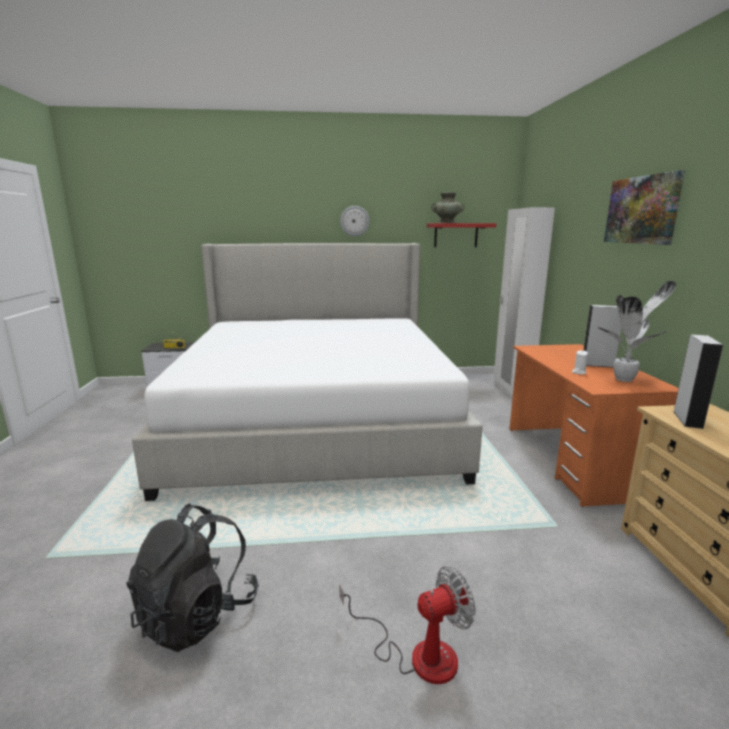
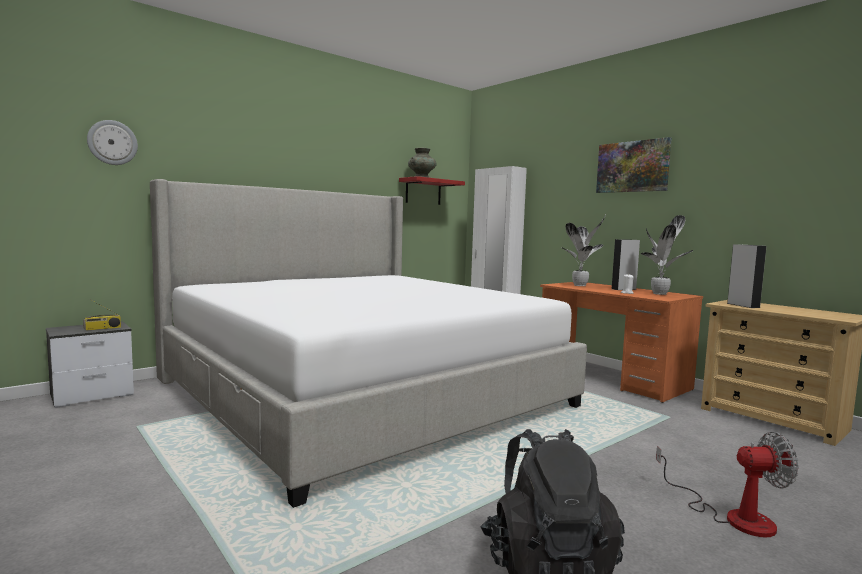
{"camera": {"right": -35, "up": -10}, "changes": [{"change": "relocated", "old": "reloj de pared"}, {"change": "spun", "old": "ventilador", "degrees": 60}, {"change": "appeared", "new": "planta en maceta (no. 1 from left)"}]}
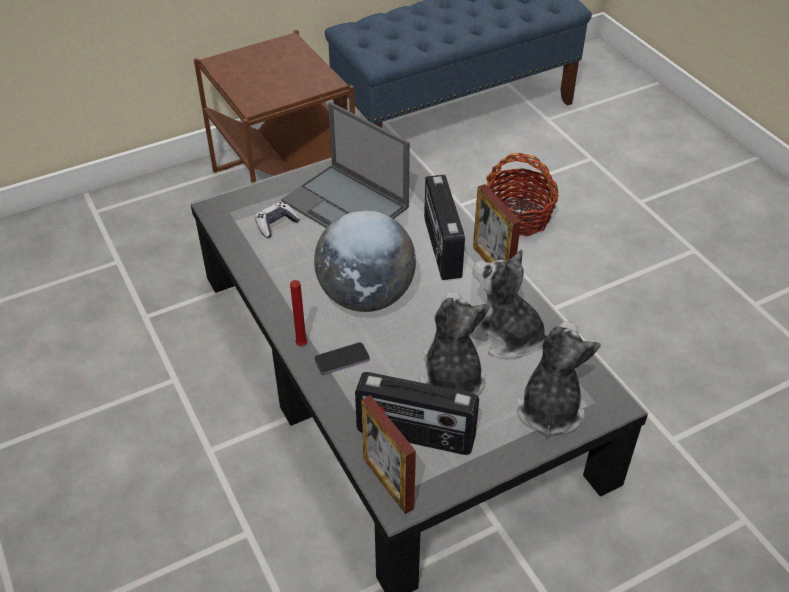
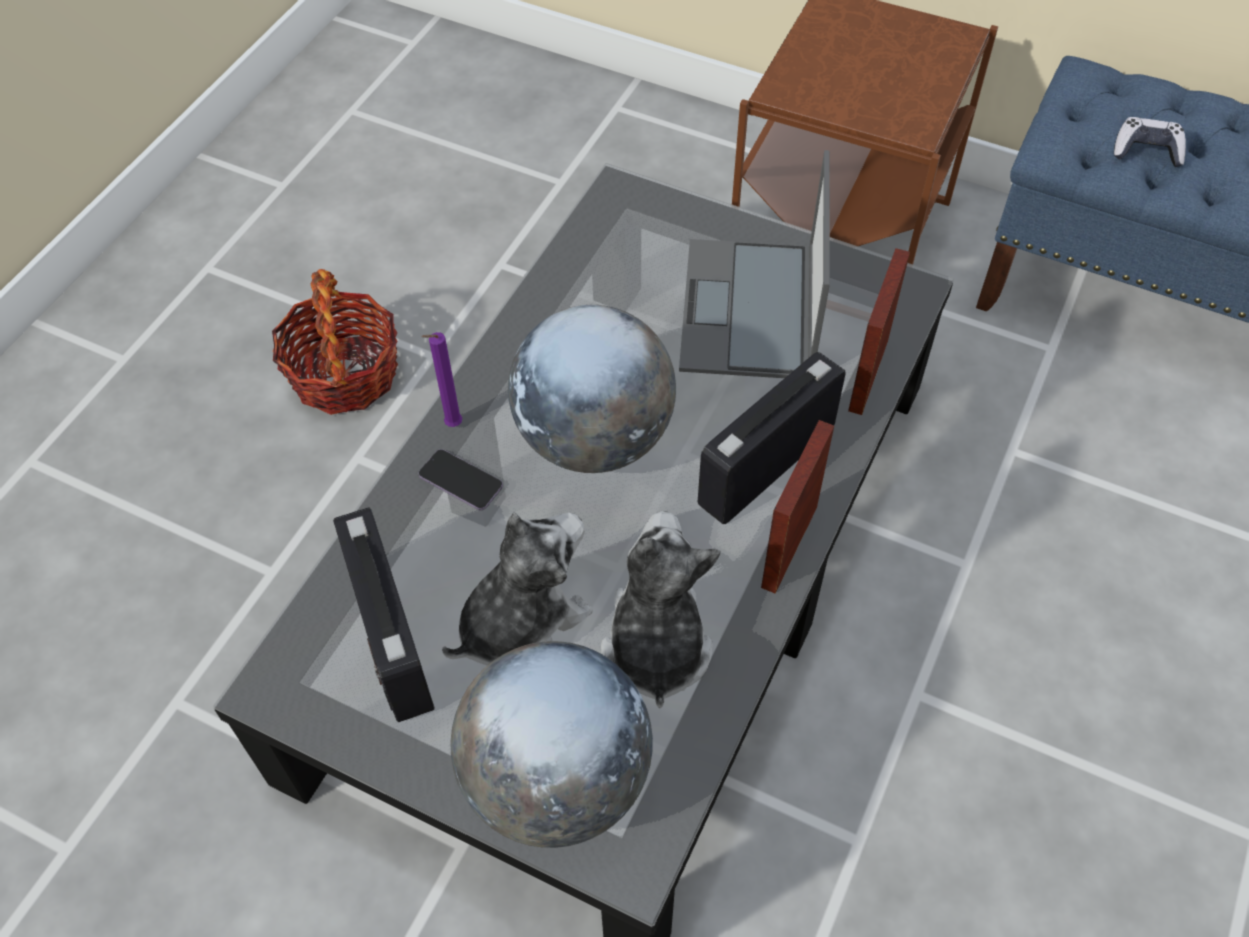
{"camera": {"right": 55, "up": 10}, "changes": [{"change": "relocated", "old": "cesta"}, {"change": "relocated", "old": "mando de consola"}, {"change": "colour", "old": "vela [rojo]", "new": "vela [morado]"}, {"change": "exchanged", "old": "peluche (no. 3 from left)", "new": "globo terráqueo (no. 1 from left)"}, {"change": "relocated", "old": "portarretratos (no. 1 from left in the first image)", "new": "portarretratos (no. 2 from left)"}]}
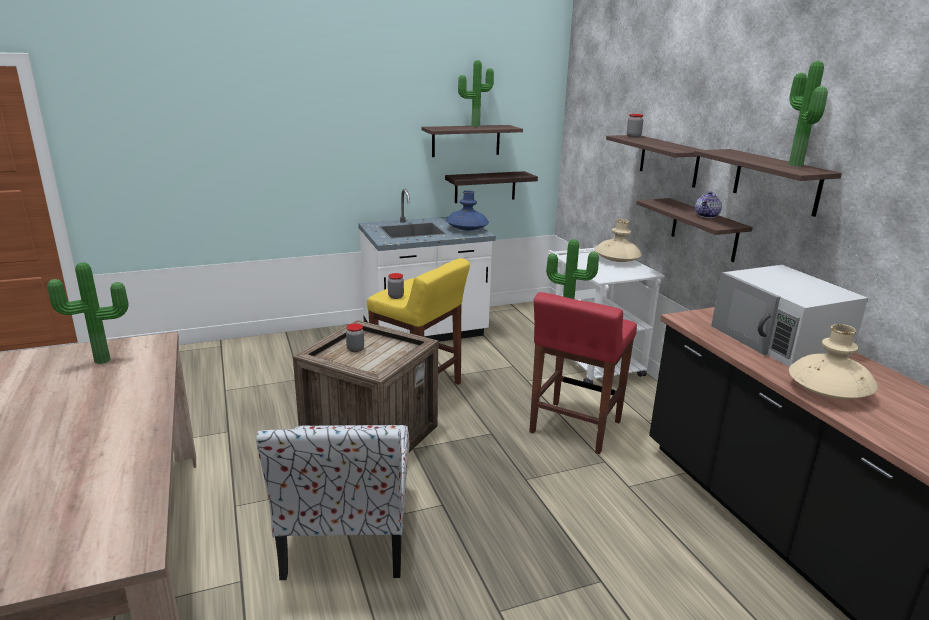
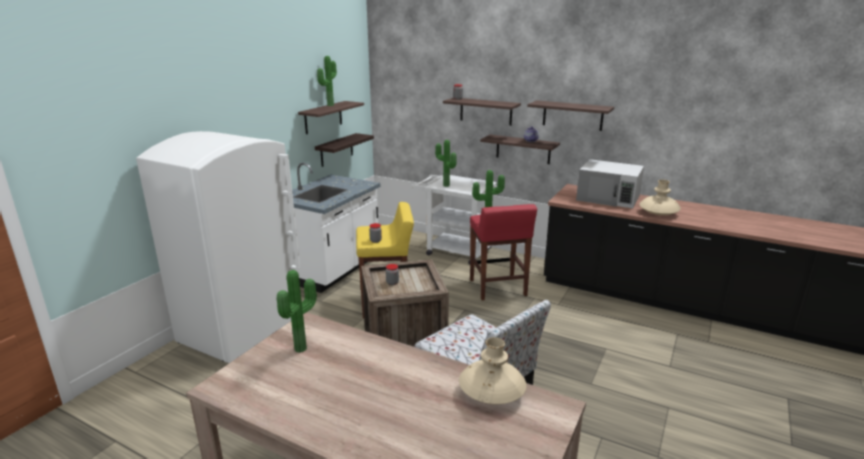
{"camera": {"right": -40, "up": 0}, "changes": [{"change": "relocated", "old": "planta en maceta (no. 4 from left in the first image)", "new": "planta en maceta (no. 3 from left)"}, {"change": "missing", "old": "florero [azul]"}, {"change": "relocated", "old": "florero [beis] (no. 1 from left)"}, {"change": "appeared", "new": "nevera [blanco]"}]}
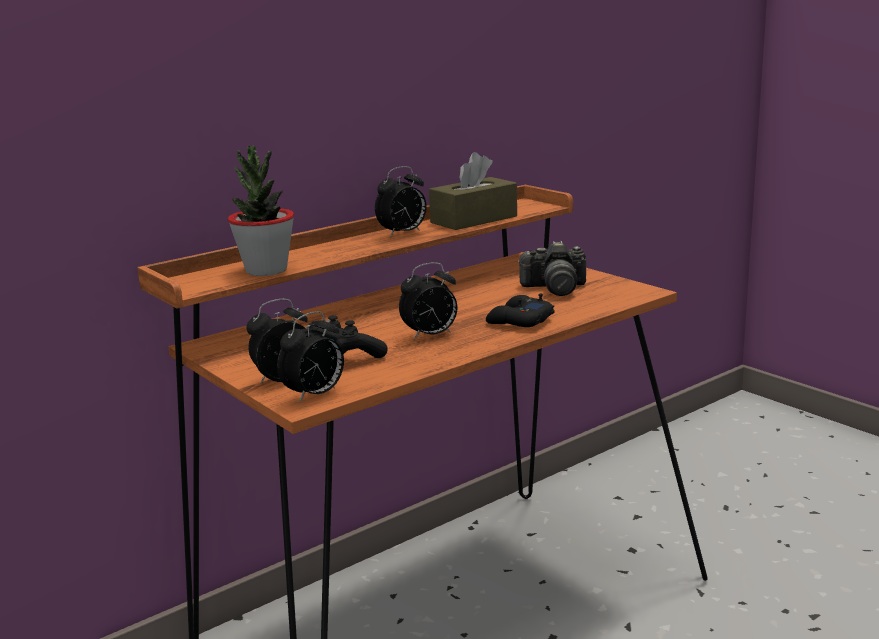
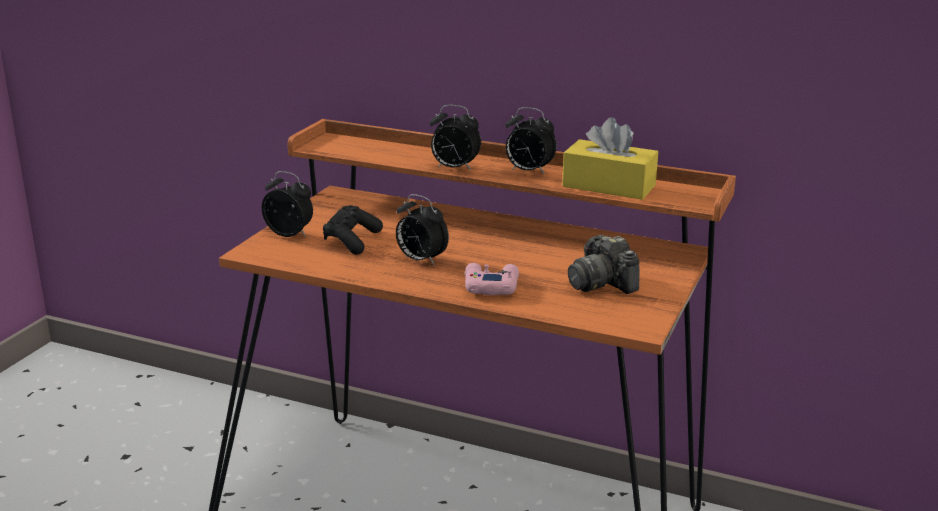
{"camera": {"right": 60, "up": 5}, "changes": [{"change": "missing", "old": "planta en maceta"}, {"change": "colour", "old": "caja de pañuelos [marrón]", "new": "caja de pañuelos [amarillo]"}, {"change": "colour", "old": "mando de consola [negro] (no. 2 from left)", "new": "mando de consola [rosa]"}, {"change": "relocated", "old": "despertador (no. 2 from left in the first image)", "new": "despertador (no. 3 from left)"}]}
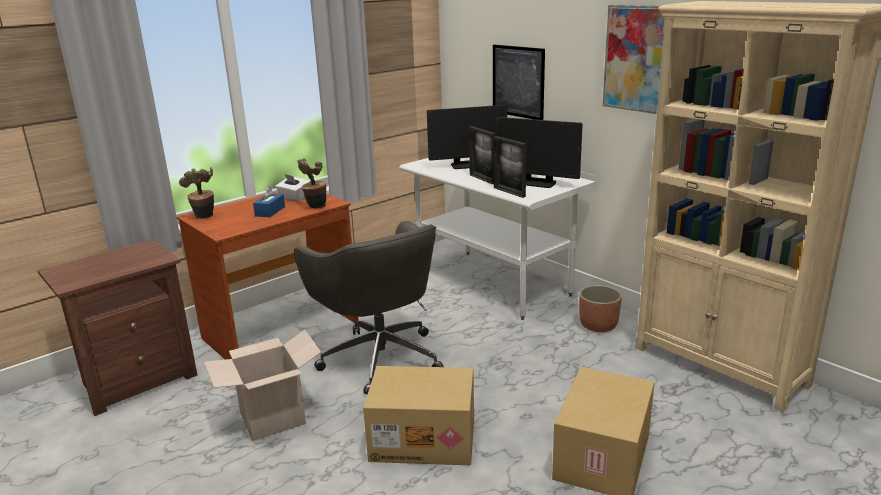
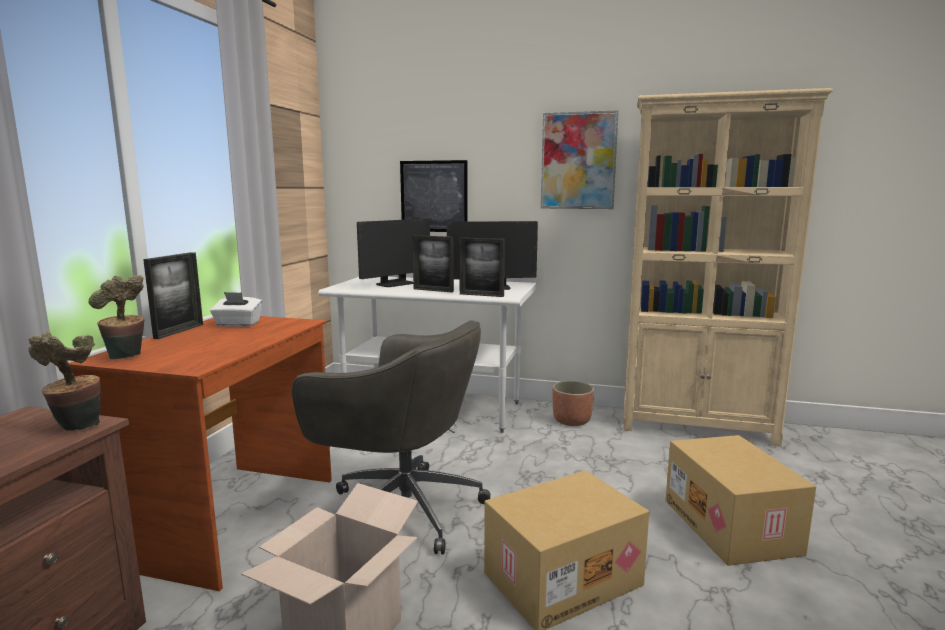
{"camera": {"right": -35, "up": -10}, "changes": [{"change": "relocated", "old": "planta en maceta (no. 2 from left in the first image)", "new": "planta en maceta (no. 1 from left)"}, {"change": "missing", "old": "caja de pañuelos [azul]"}, {"change": "appeared", "new": "portarretratos (no. 1 from left)"}]}
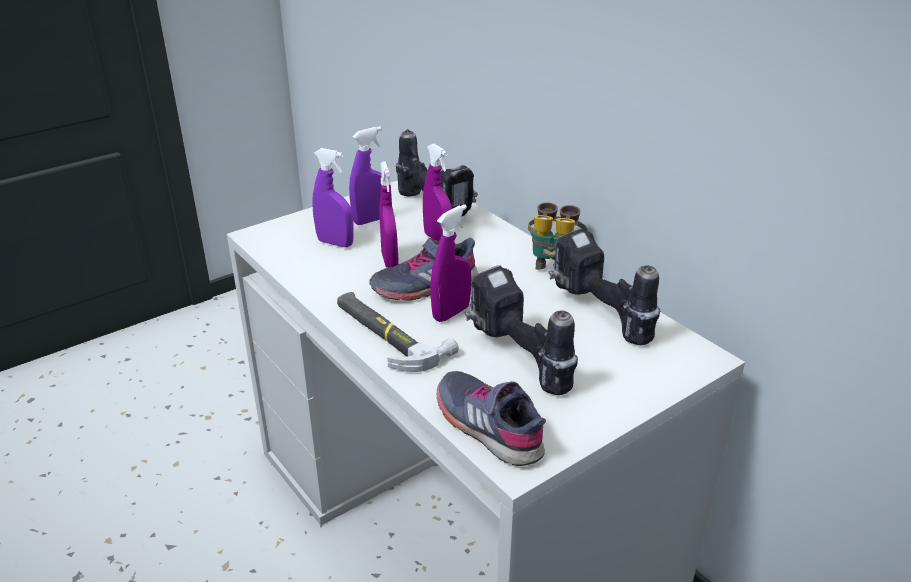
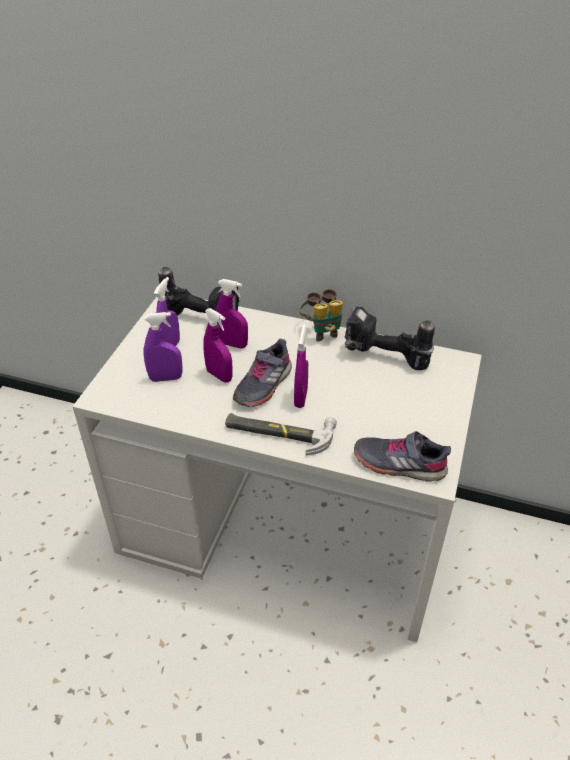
{"camera": {"right": -35, "up": 10}, "changes": [{"change": "missing", "old": "taladro (no. 2 from left)"}]}
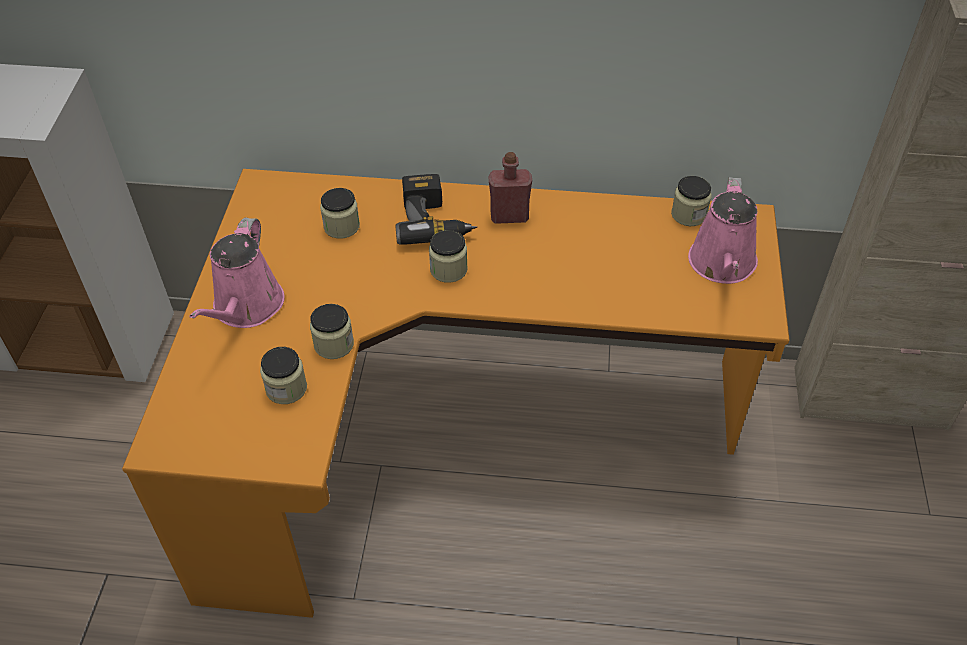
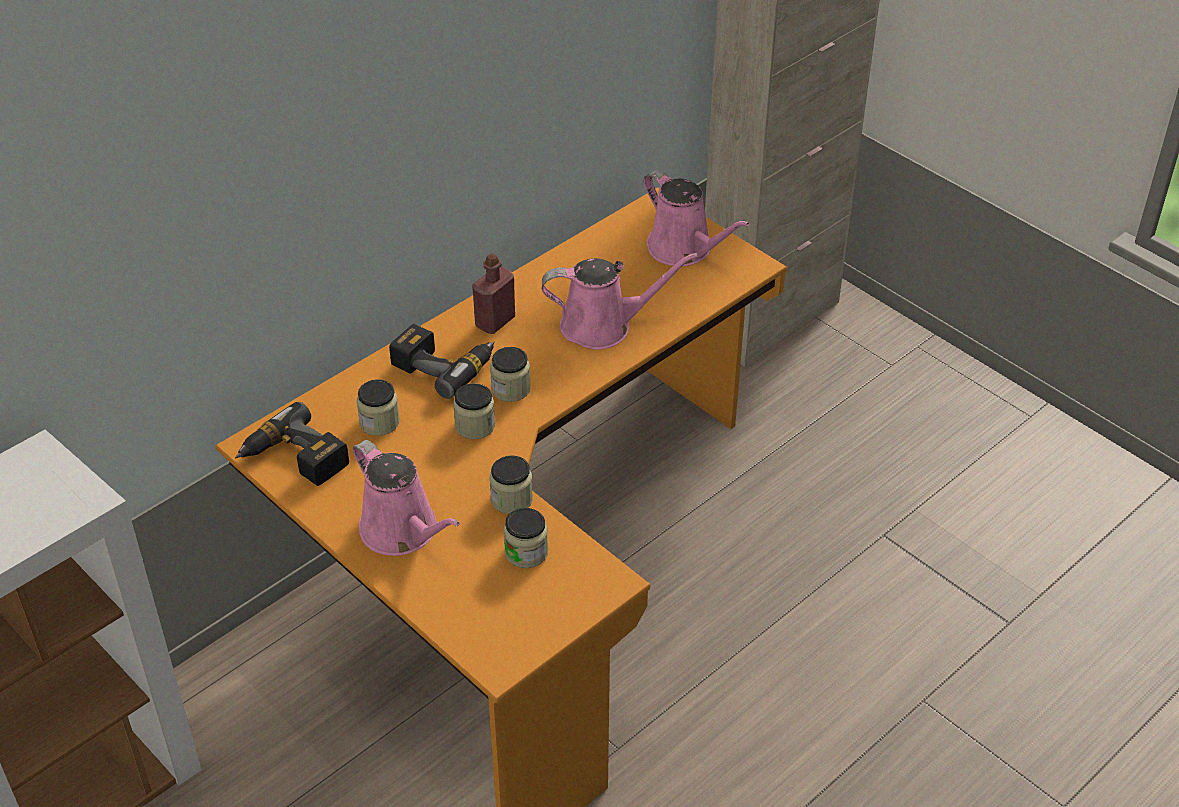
{"camera": {"right": -50, "up": -5}, "changes": [{"change": "relocated", "old": "tarro (no. 5 from left in the first image)", "new": "tarro (no. 2 from left)"}, {"change": "appeared", "new": "regadera [rosa] (no. 2 from left)"}, {"change": "appeared", "new": "taladro (no. 1 from left)"}]}
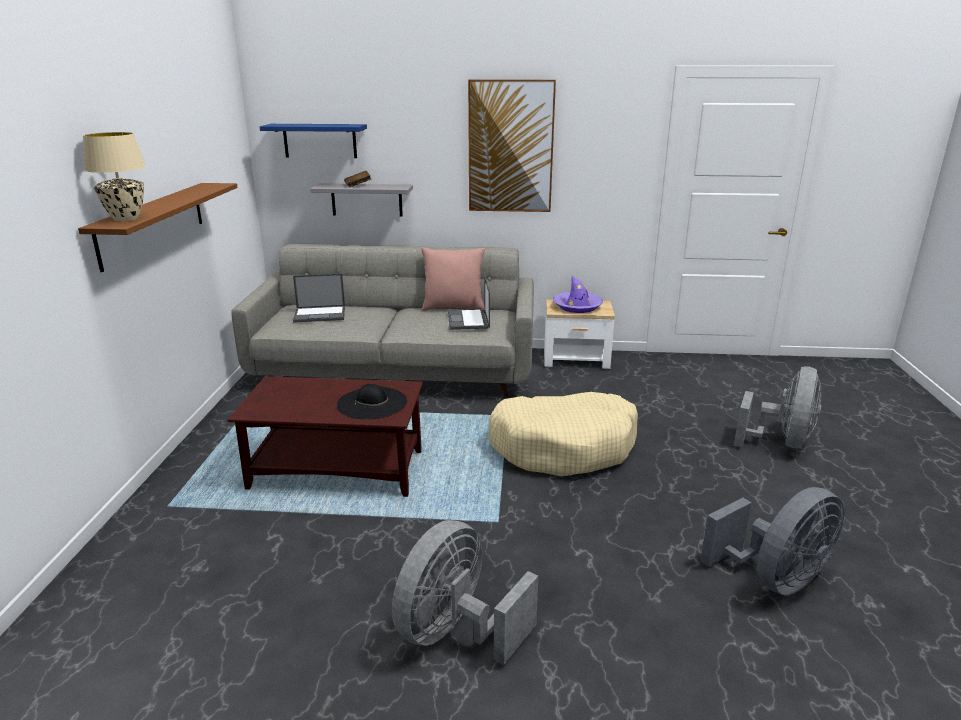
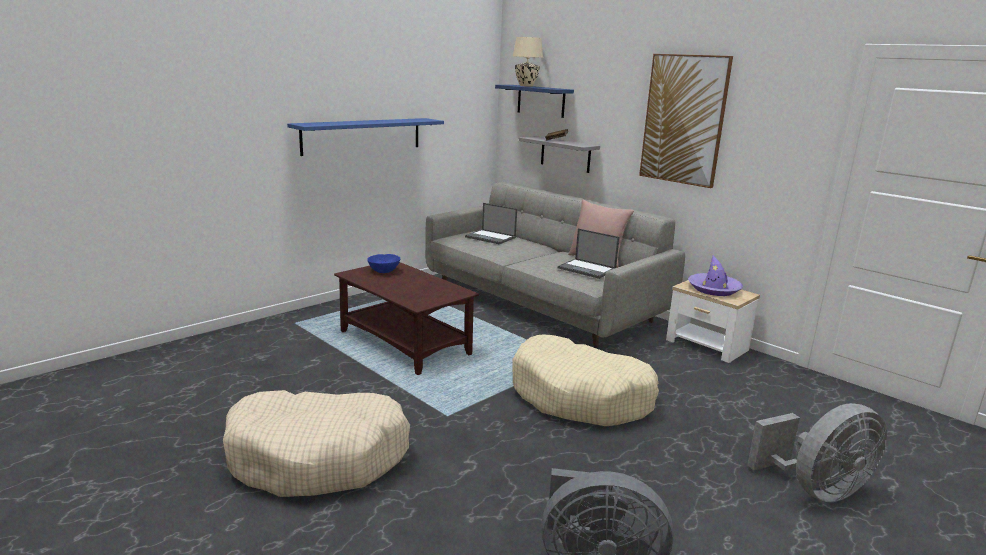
{"camera": {"right": 40, "up": -5}, "changes": [{"change": "relocated", "old": "lámpara de mesa [beis]"}, {"change": "colour", "old": "estante [marrón]", "new": "estante [azul] (no. 1 from left)"}, {"change": "spun", "old": "portátil (no. 2 from left)", "degrees": -90}, {"change": "missing", "old": "sombrero [negro]"}, {"change": "exchanged", "old": "ventilador [gris] (no. 1 from left)", "new": "cama para perro [beis] (no. 1 from left)"}, {"change": "appeared", "new": "cuenco [azul]"}]}
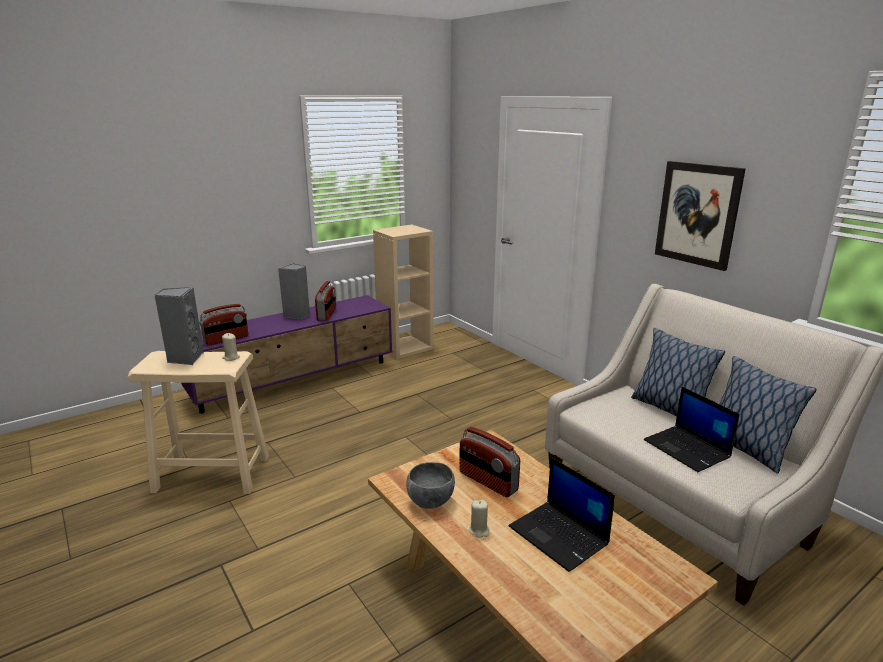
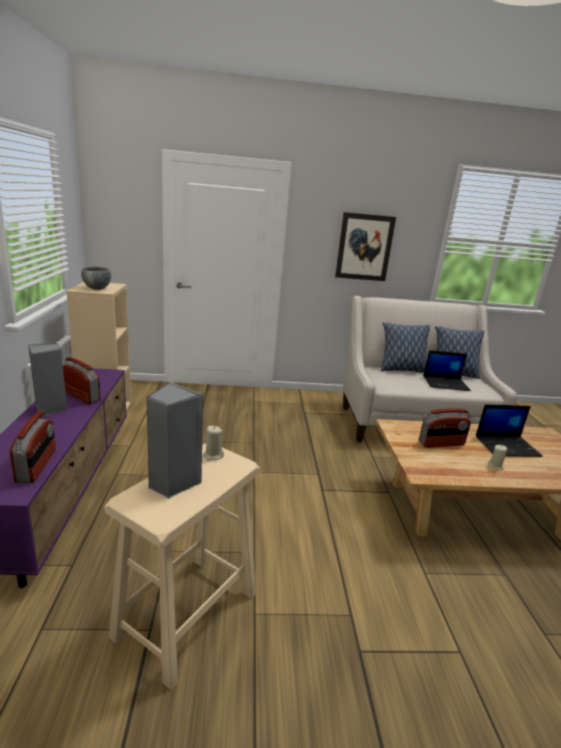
{"camera": {"right": -60, "up": 0}, "changes": [{"change": "relocated", "old": "cuenco [gris]"}]}
